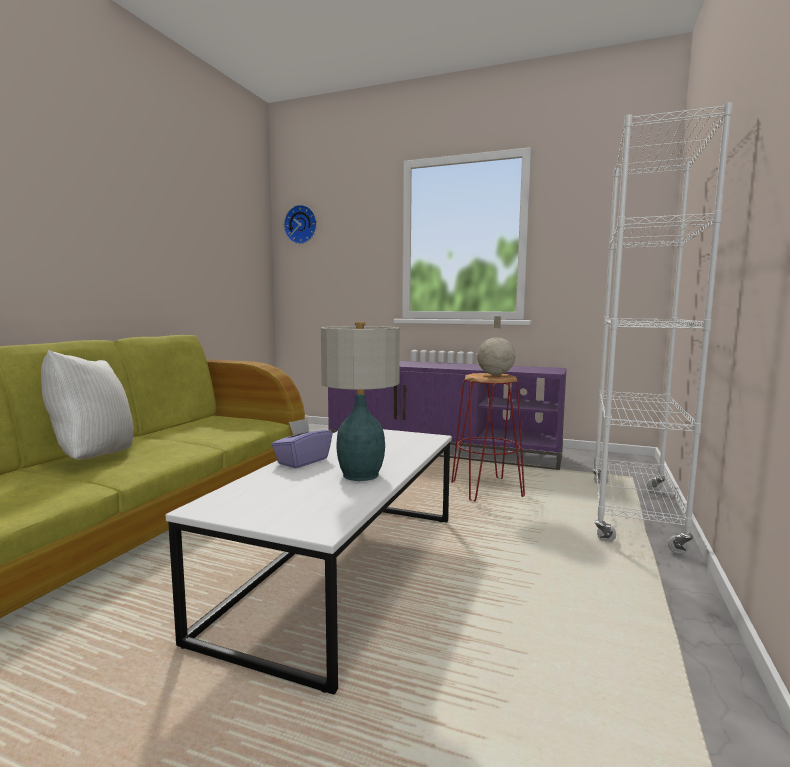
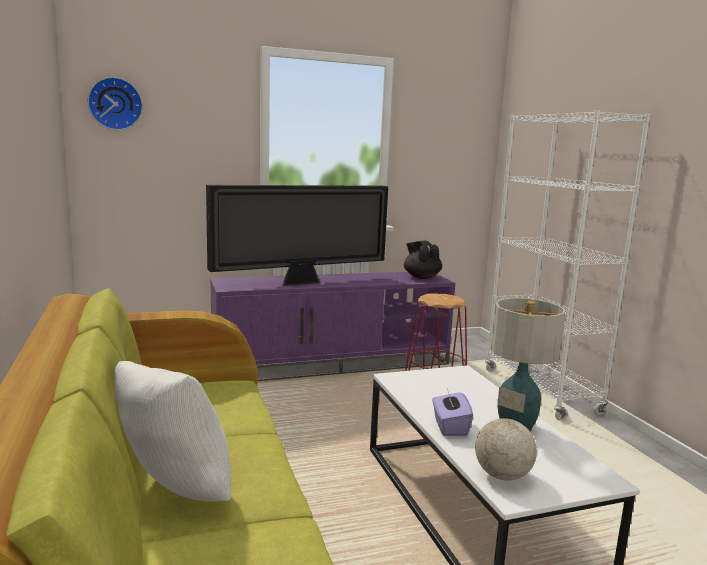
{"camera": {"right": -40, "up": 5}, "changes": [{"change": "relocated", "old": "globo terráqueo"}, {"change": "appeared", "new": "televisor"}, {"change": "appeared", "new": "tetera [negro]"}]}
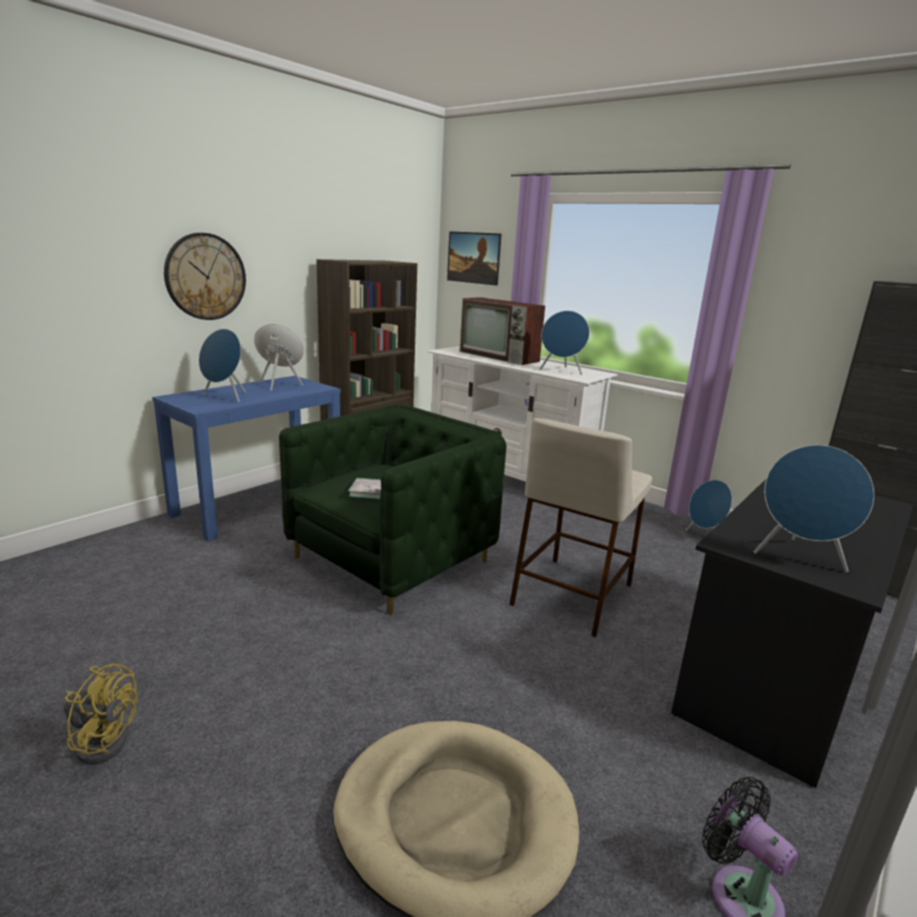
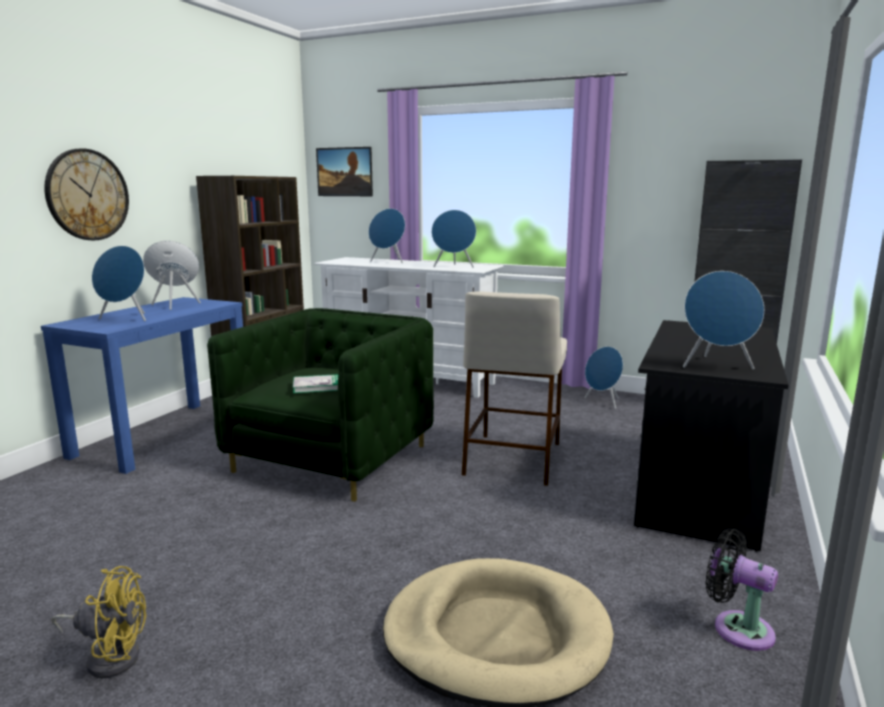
{"camera": {"right": -15, "up": -5}, "changes": [{"change": "exchanged", "old": "televisor", "new": "altavoz [azul] (no. 3 from left)"}]}
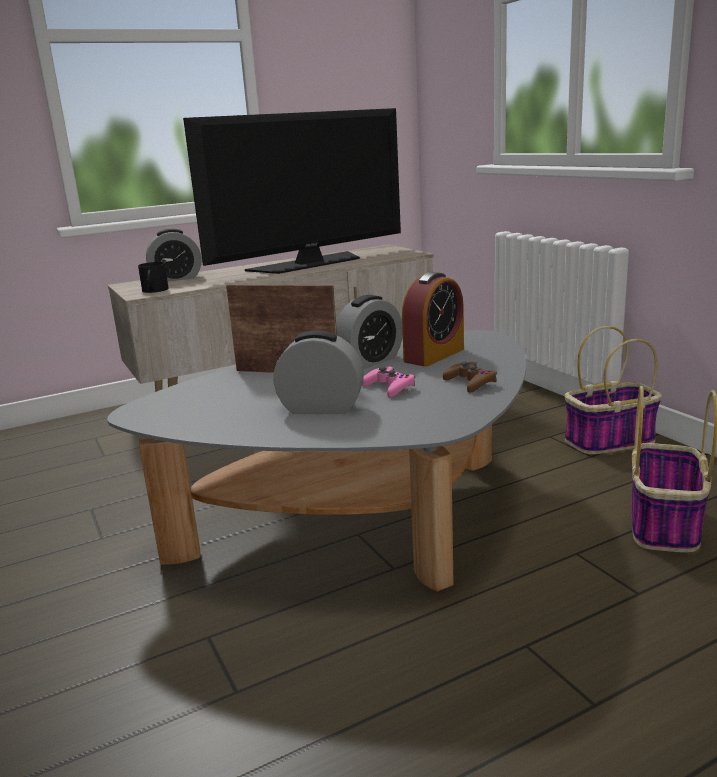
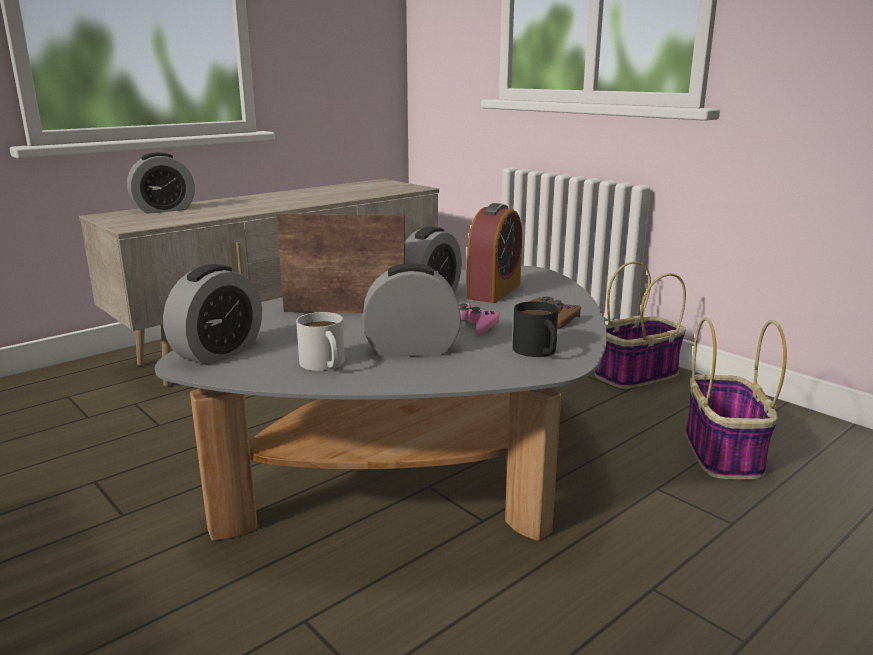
{"camera": {"right": -15, "up": 0}, "changes": [{"change": "missing", "old": "televisor"}, {"change": "relocated", "old": "taza grande [negro]"}, {"change": "appeared", "new": "despertador (no. 2 from left)"}, {"change": "appeared", "new": "taza grande [blanco]"}]}
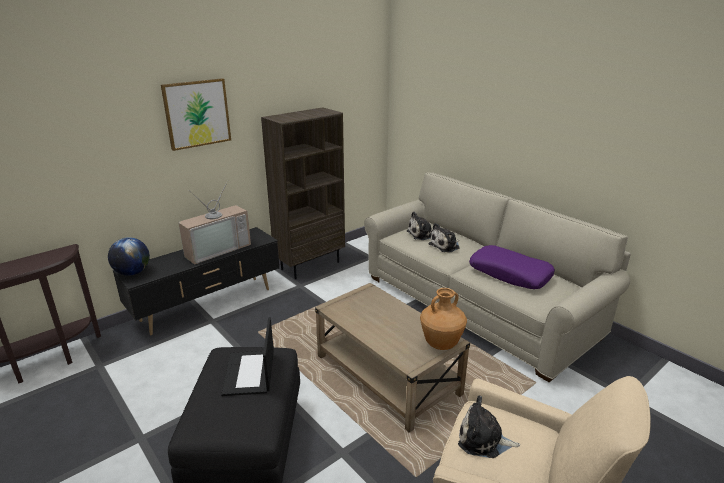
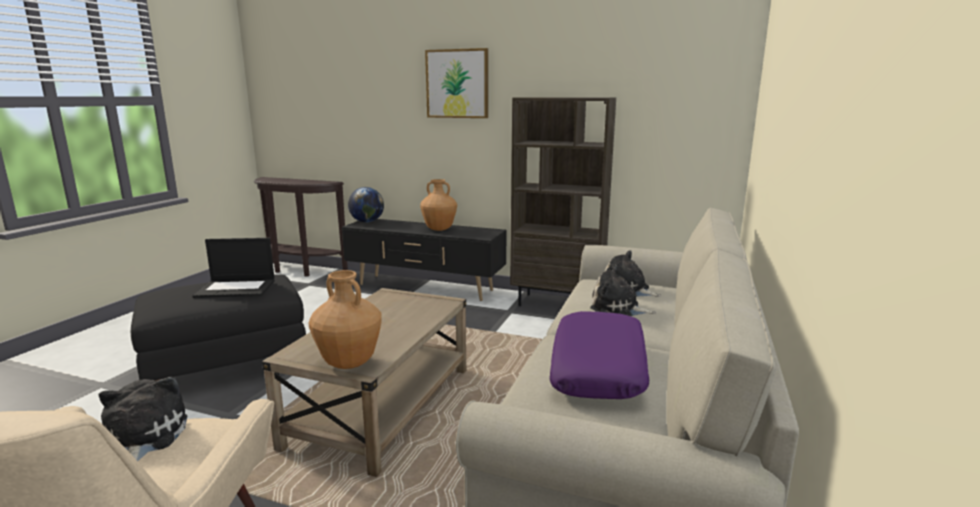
{"camera": {"right": 60, "up": -10}, "changes": [{"change": "exchanged", "old": "televisor", "new": "florero [marrón] (no. 2 from left)"}, {"change": "spun", "old": "portátil", "degrees": -150}]}
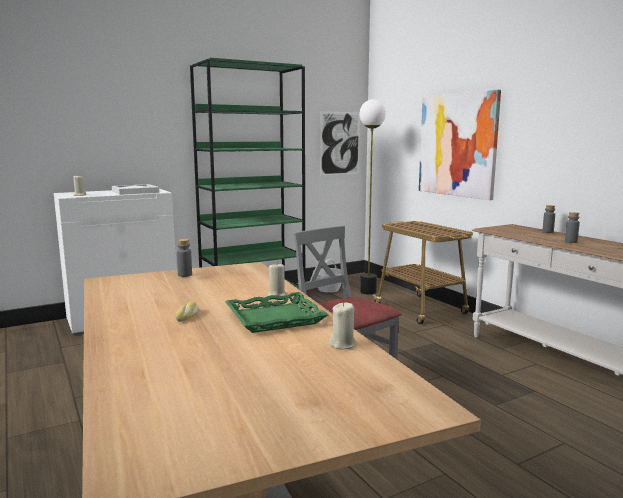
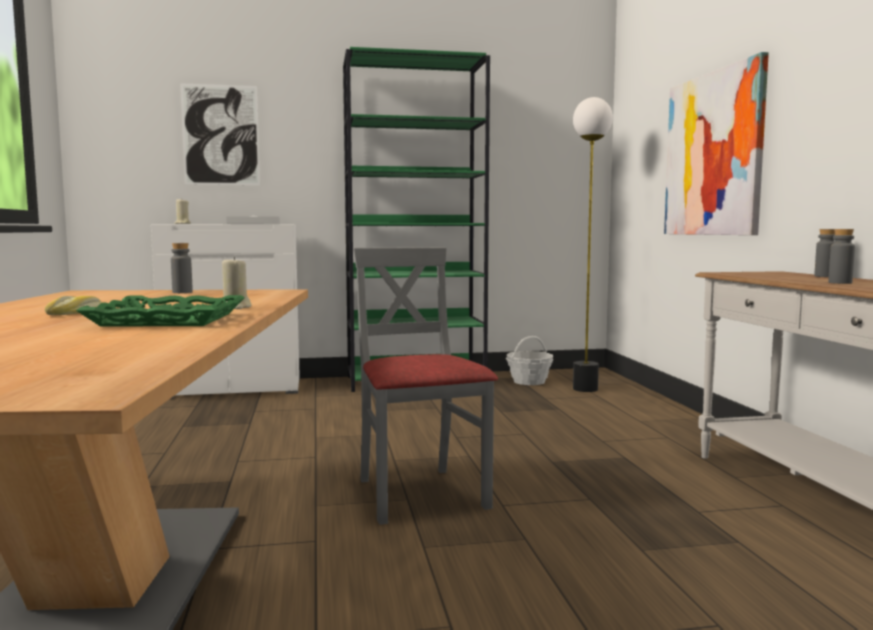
{"camera": {"right": 20, "up": -5}, "changes": [{"change": "relocated", "old": "cuadro (no. 1 from left)"}, {"change": "missing", "old": "carrito"}, {"change": "missing", "old": "vela [beis] (no. 3 from left)"}]}
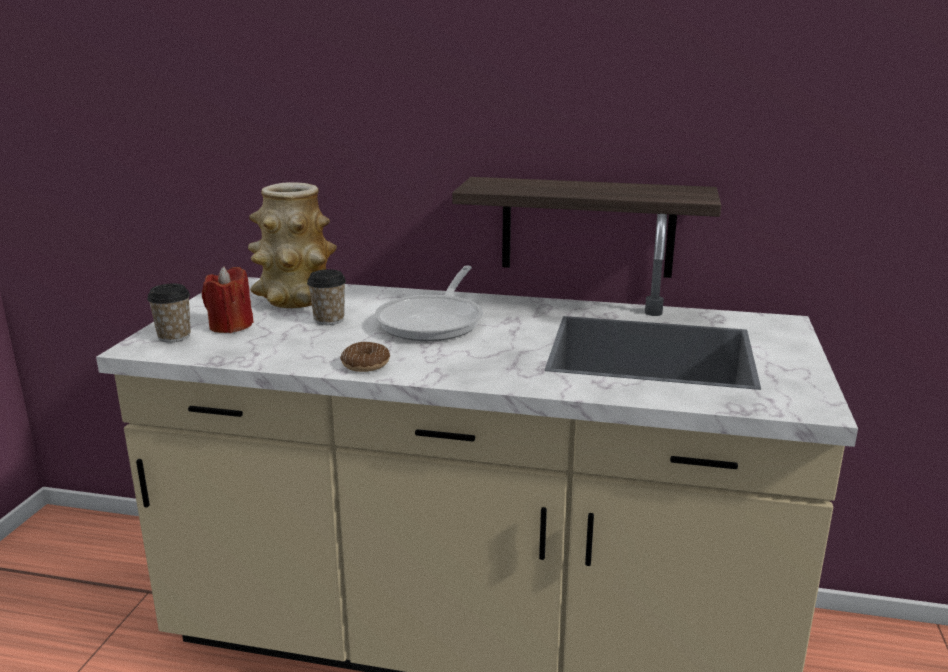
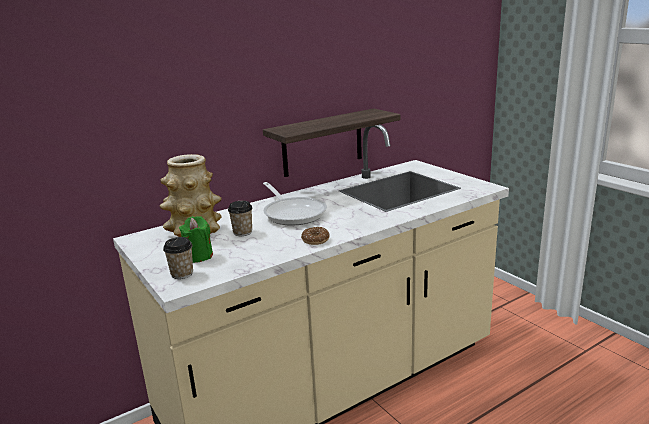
{"camera": {"right": -45, "up": 0}, "changes": [{"change": "colour", "old": "vela [rojo]", "new": "vela [verde]"}]}
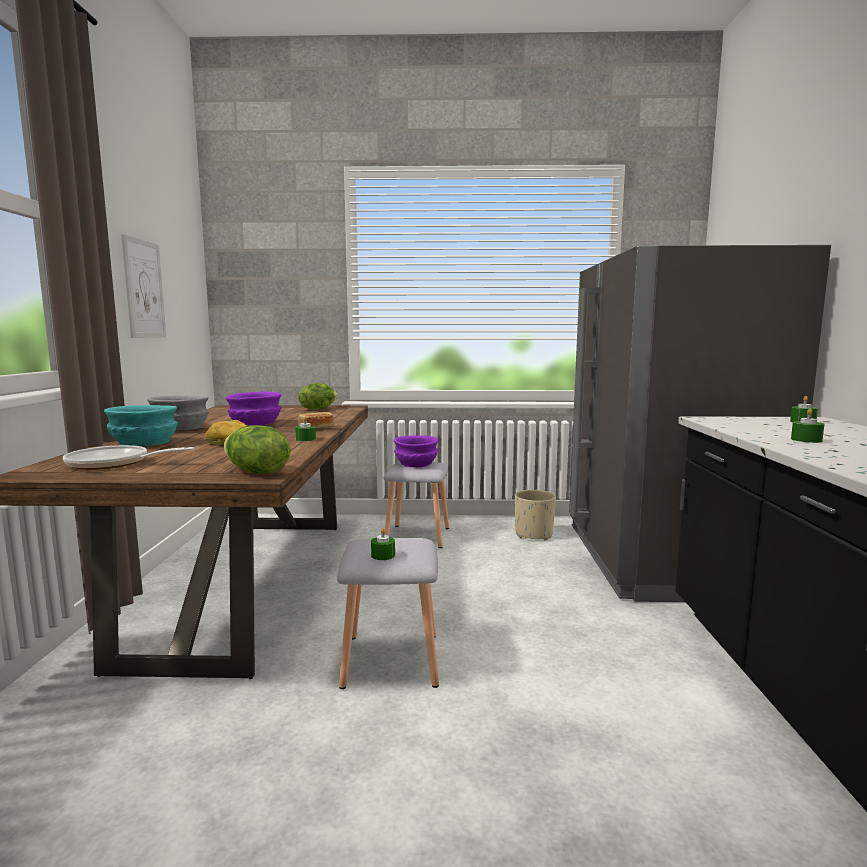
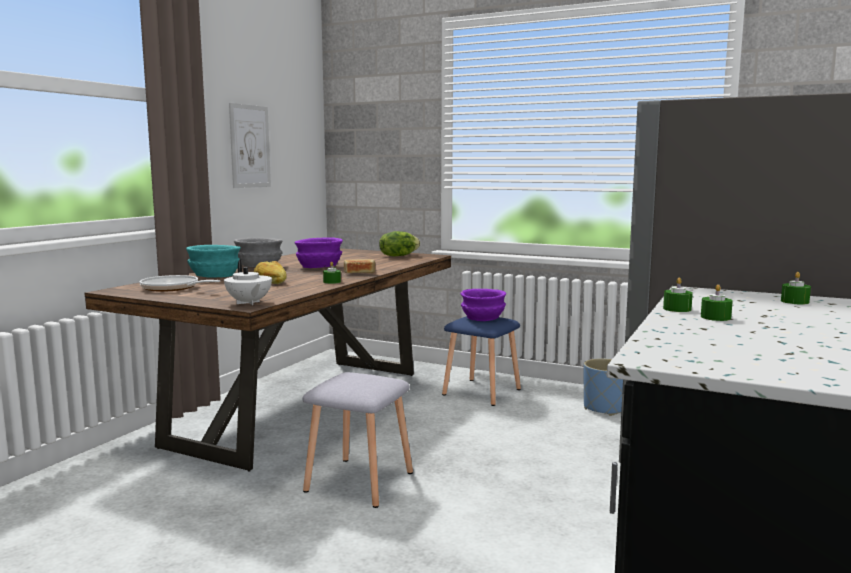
{"camera": {"right": 25, "up": 0}, "changes": [{"change": "exchanged", "old": "lechuga (no. 1 from left)", "new": "tetera [blanco]"}, {"change": "colour", "old": "taburete [gris] (no. 2 from left)", "new": "taburete [azul]"}, {"change": "colour", "old": "maceta [beis]", "new": "maceta [azul]"}, {"change": "relocated", "old": "vela [verde] (no. 2 from left)"}]}
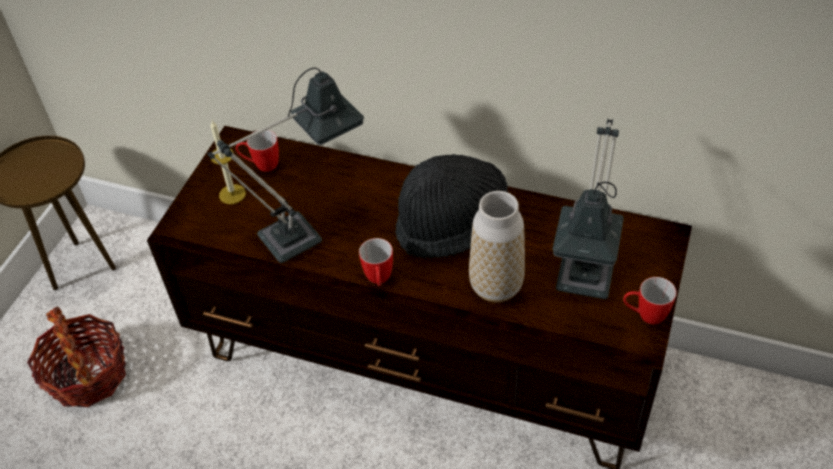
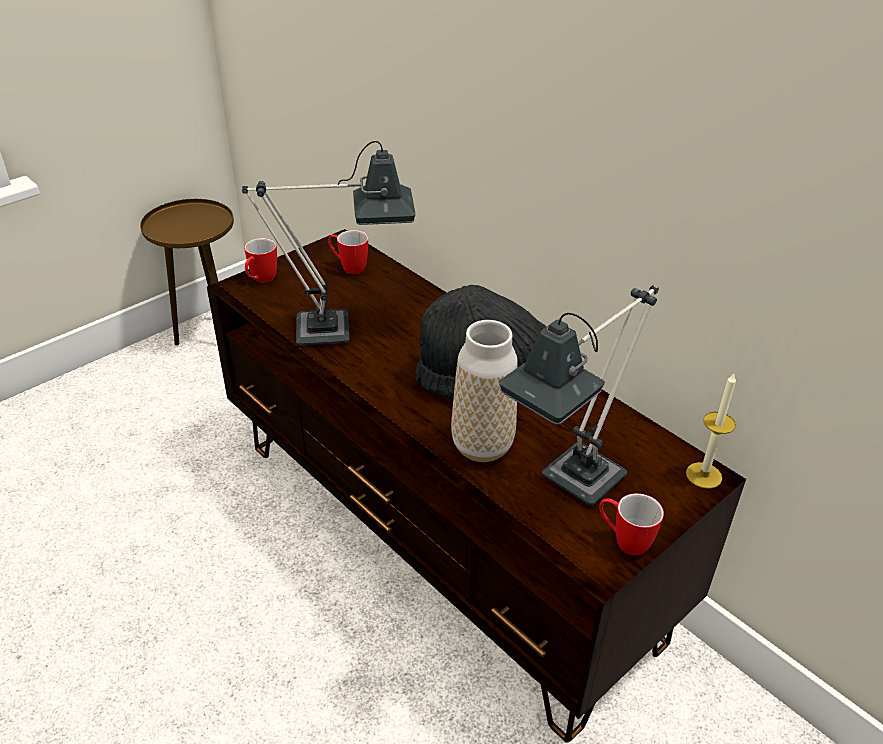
{"camera": {"right": 25, "up": -10}, "changes": [{"change": "relocated", "old": "vela"}, {"change": "relocated", "old": "taza grande (no. 2 from left in the first image)", "new": "taza grande (no. 1 from left)"}, {"change": "missing", "old": "cesta"}]}
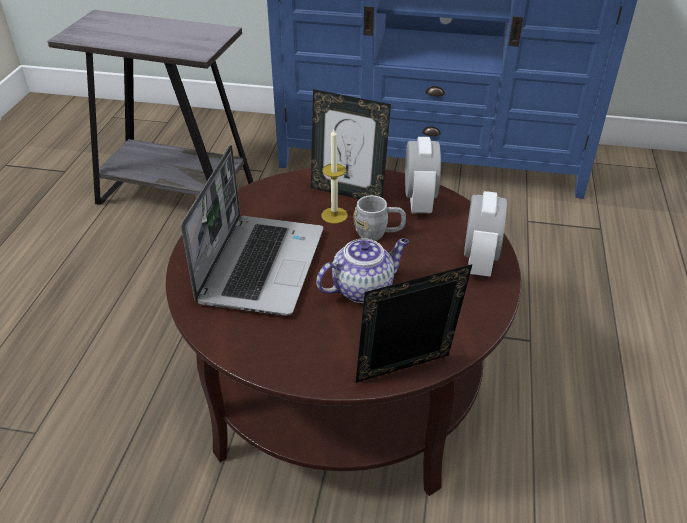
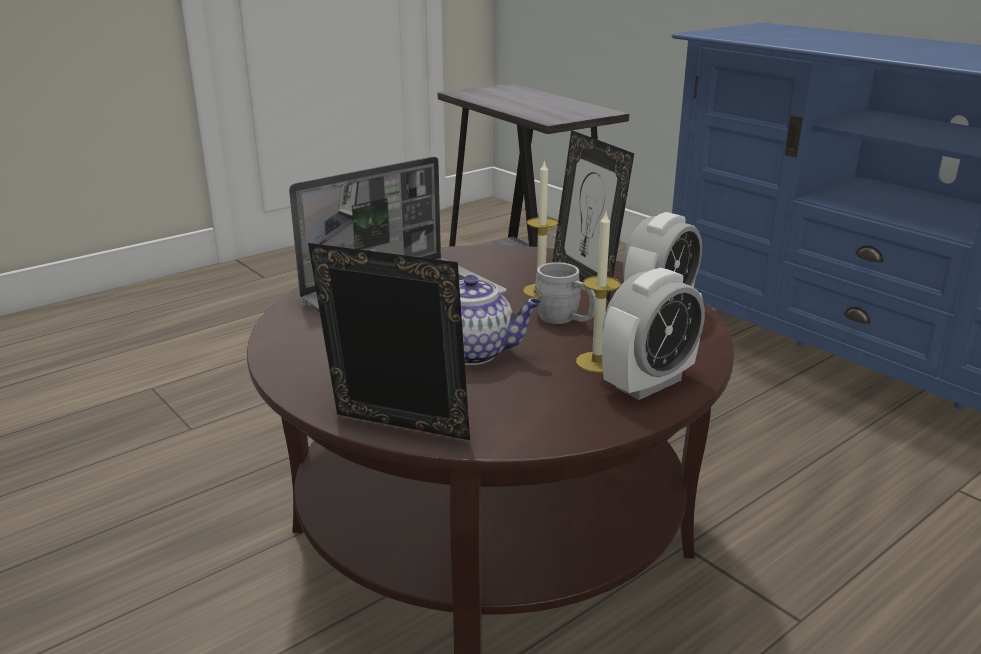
{"camera": {"right": 40, "up": -15}, "changes": [{"change": "appeared", "new": "vela (no. 2 from left)"}]}
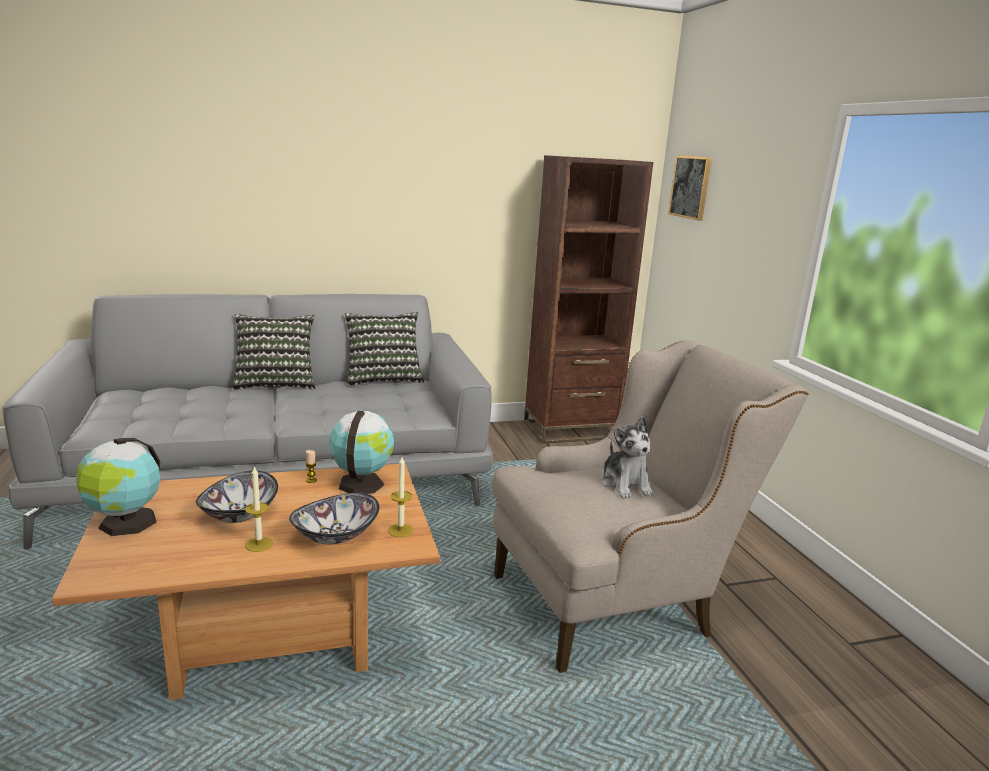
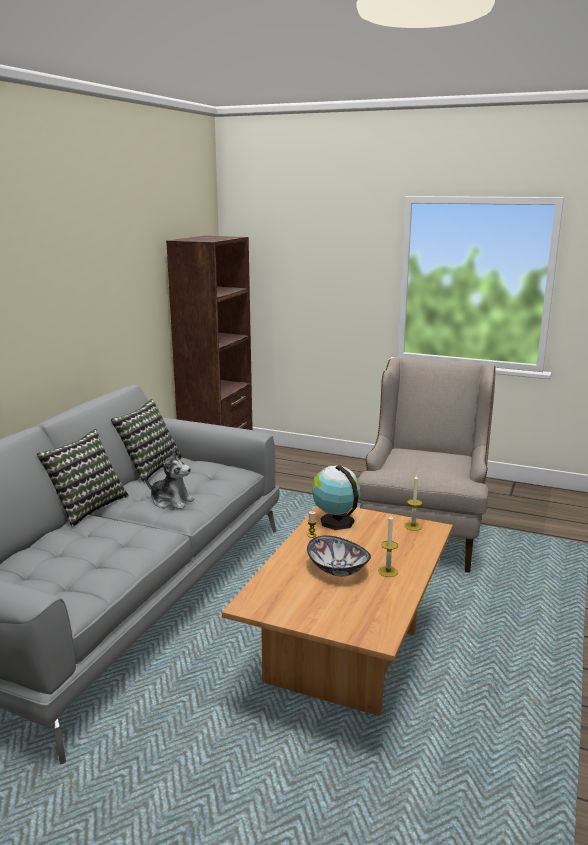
{"camera": {"right": -50, "up": 0}, "changes": [{"change": "missing", "old": "cuadro"}, {"change": "relocated", "old": "peluche"}, {"change": "missing", "old": "globo terráqueo (no. 1 from left)"}, {"change": "missing", "old": "cuenco (no. 2 from left)"}]}
